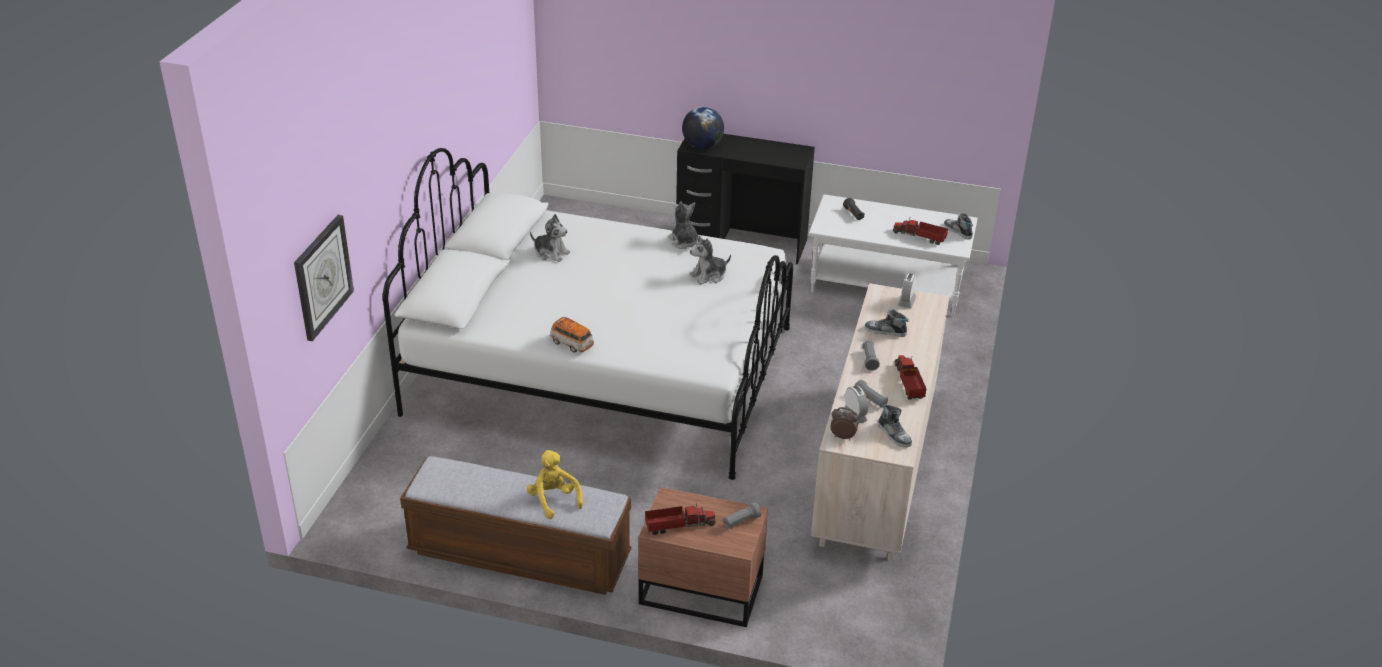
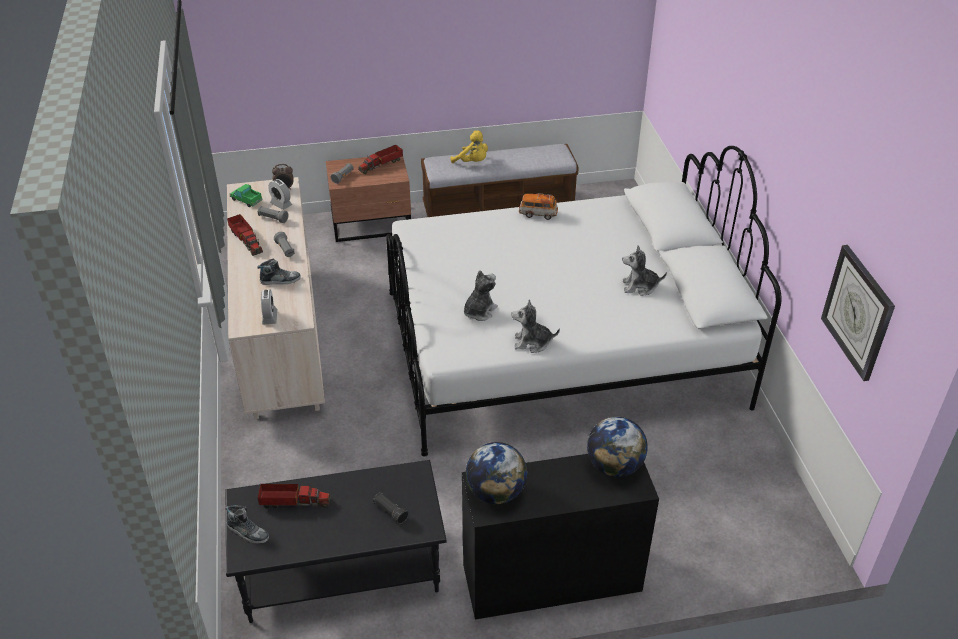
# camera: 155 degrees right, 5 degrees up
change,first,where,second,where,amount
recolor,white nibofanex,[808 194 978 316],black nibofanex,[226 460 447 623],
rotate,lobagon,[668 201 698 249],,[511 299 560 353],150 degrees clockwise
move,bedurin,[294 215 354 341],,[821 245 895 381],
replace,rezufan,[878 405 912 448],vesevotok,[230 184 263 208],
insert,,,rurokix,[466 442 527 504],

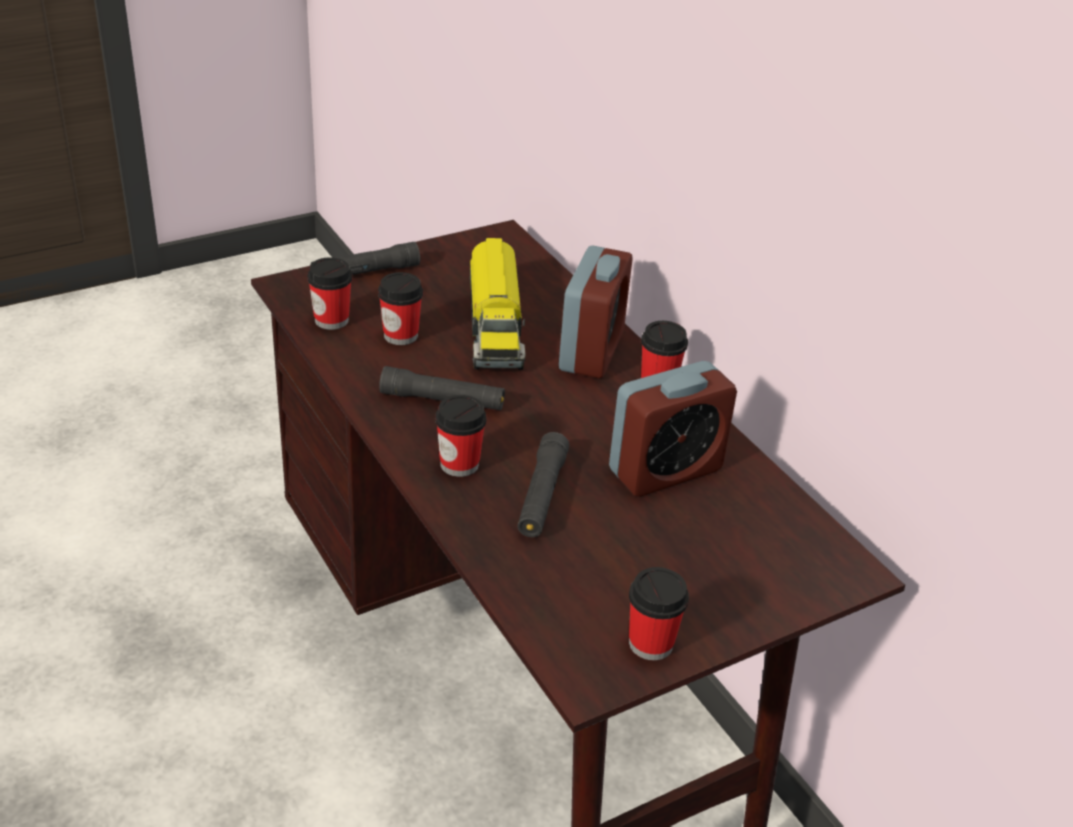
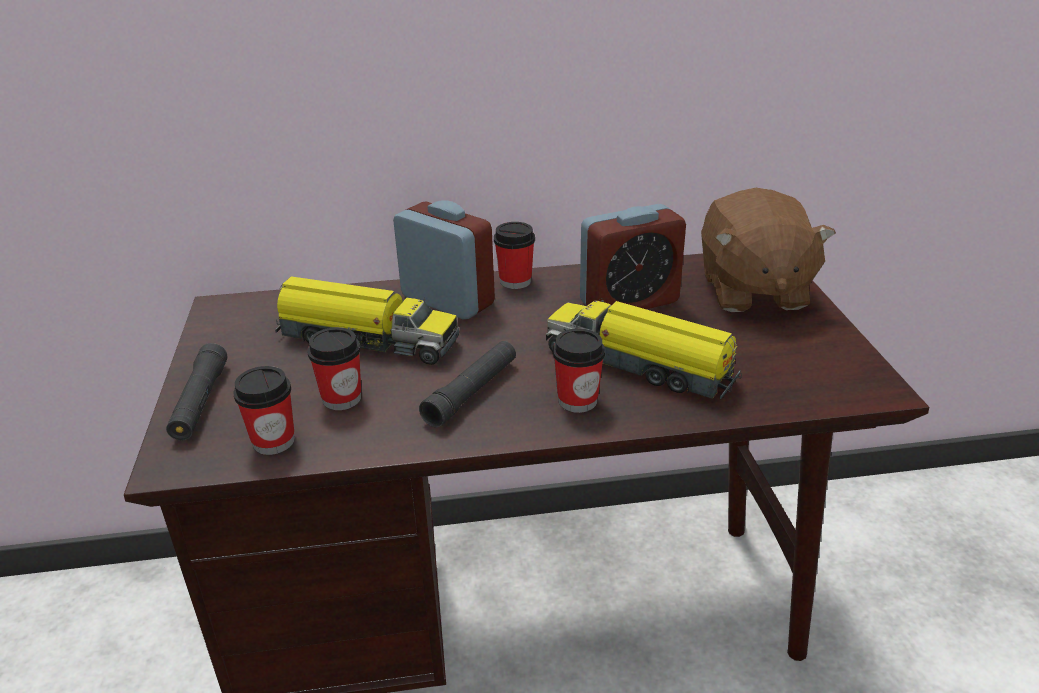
# camera: 65 degrees left, 5 degrees down
change,first,where,second,where,amount
rotate,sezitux,[609 361 737 496],,[580 204 686 309],75 degrees clockwise
replace,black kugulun,[517 432 569 537],vesevotok,[546 298 742 399],
delete,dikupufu,[629 567 689 660],,,
insert,,,brown lobagon,[701 188 836 312],

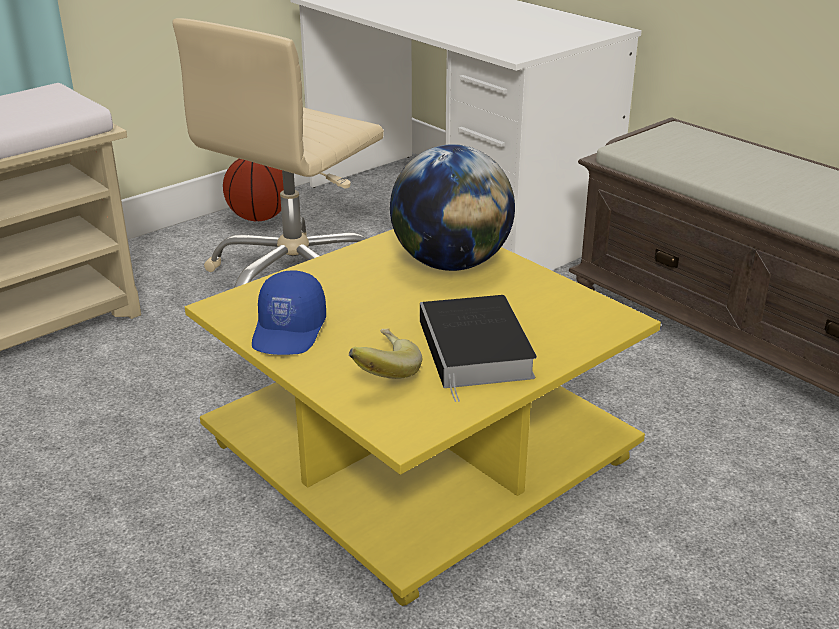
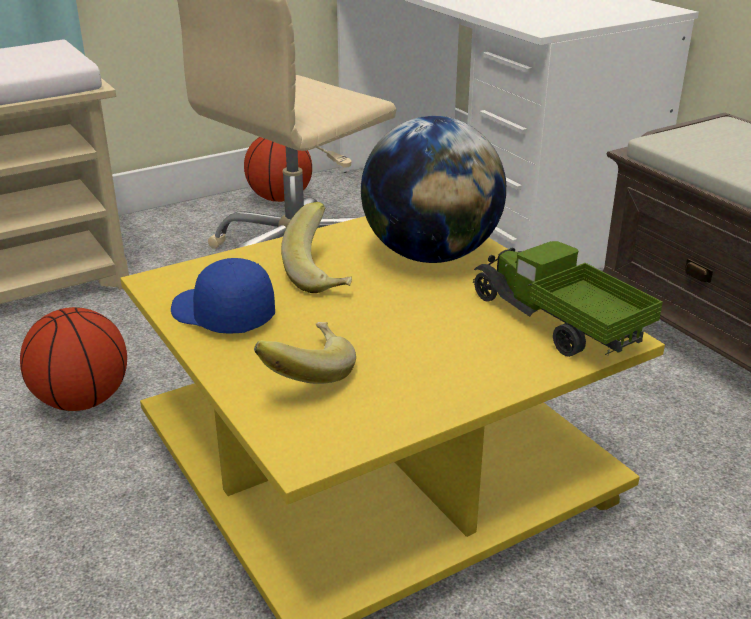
# camera: 10 degrees right, 0 degrees up
change,first,where,second,where,amount
rotate,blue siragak,[252 270 326 355],,[171 258 275 334],105 degrees clockwise
delete,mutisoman,[420 295 537 402],,,
insert,,,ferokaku,[281 202 352 293],
insert,,,vesevotok,[473 241 663 357],
insert,,,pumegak,[20 307 127 411],

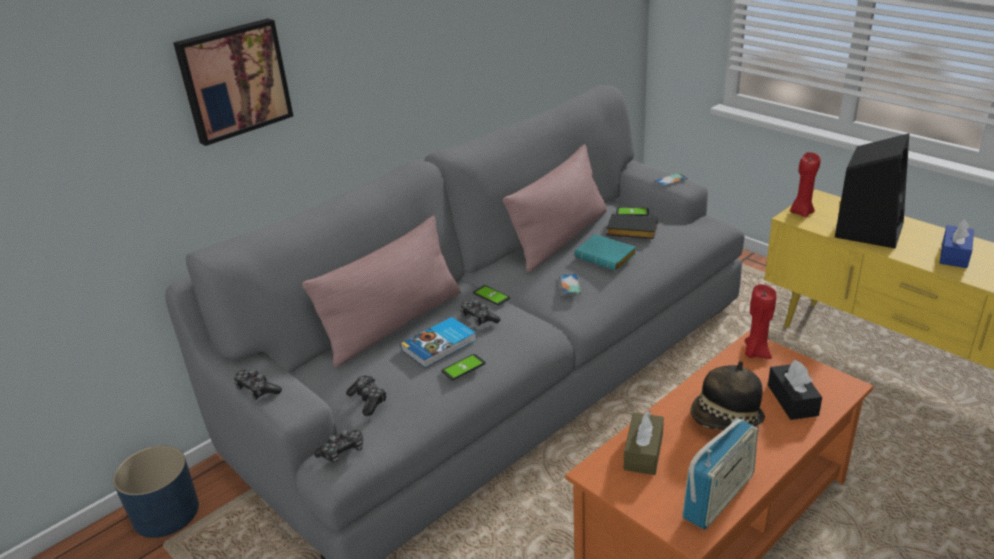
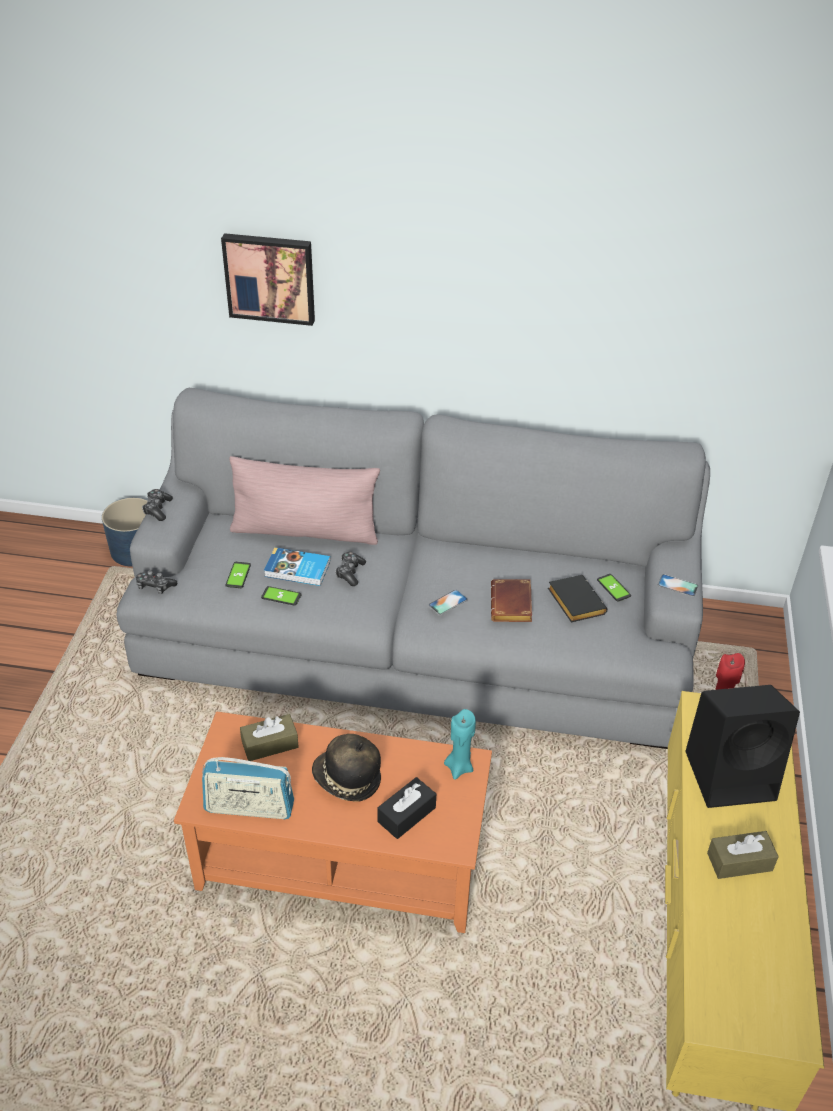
# camera: 50 degrees right, 10 degrees up
change,first,where,second,where,amount
delete,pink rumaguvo,[503 144 607 272],,,
recolor,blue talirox,[939 219 974 268],brown talirox,[707 831 779 879],
recolor,turquoise mutisoman,[575 234 636 271],brown mutisoman,[491 579 532 622],
recolor,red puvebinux,[745 284 776 359],turquoise puvebinux,[444 709 476 780],
move,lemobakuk,[473 285 510 306],,[225 562 251 588],
delete,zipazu,[346 375 386 416],,,

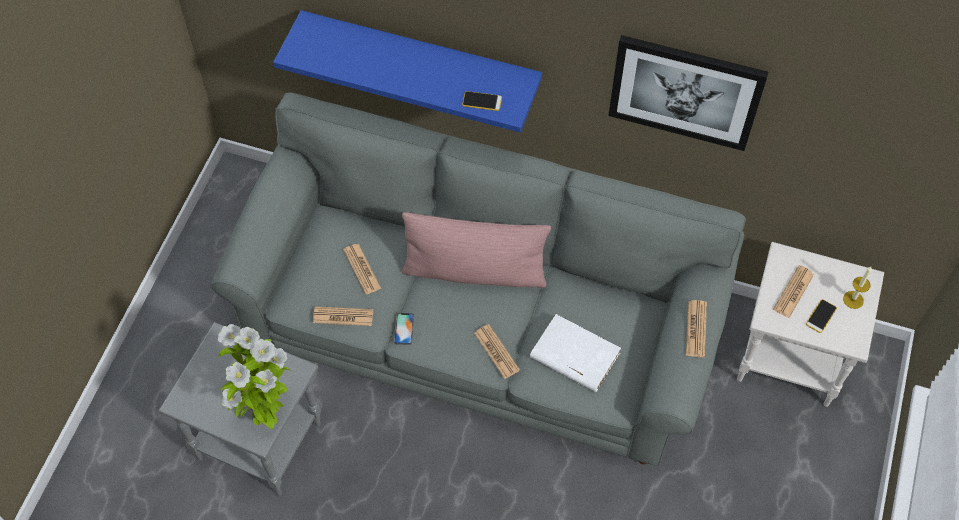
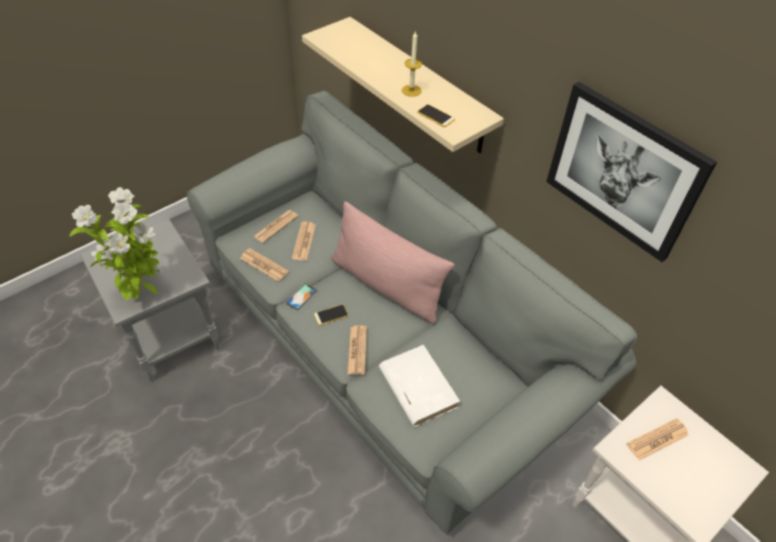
# camera: 30 degrees right, 10 degrees down
change,first,where,second,where,amount
recolor,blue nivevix,[273 10 542 133],beige nivevix,[302 17 504 153],
move,puvebinux,[843 267 872 309],,[402 32 422 97],
move,lemobakuk,[806 299 837 333],,[314 304 349 325],
move,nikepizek,[686 300 707 357],,[253 210 298 243],

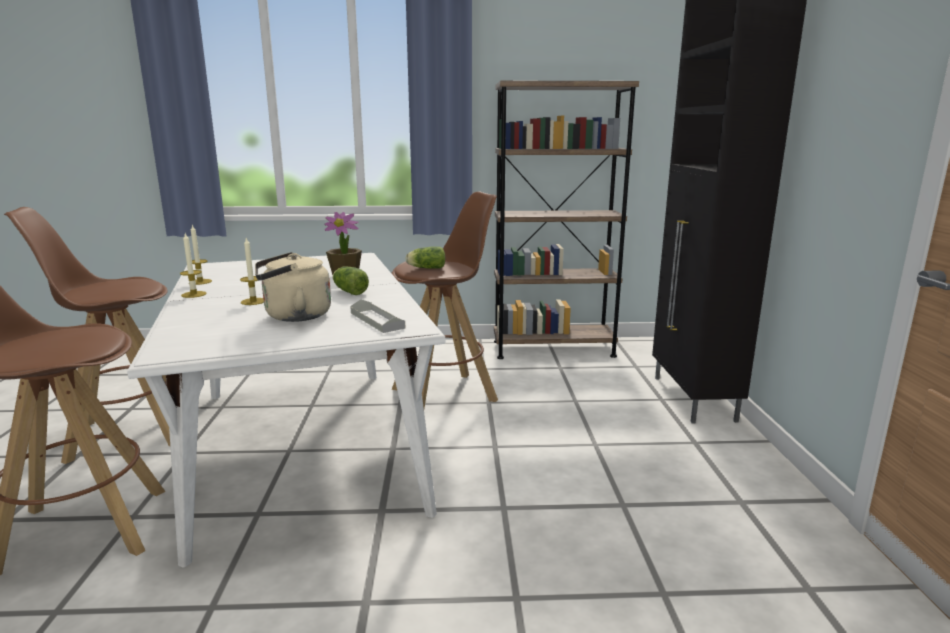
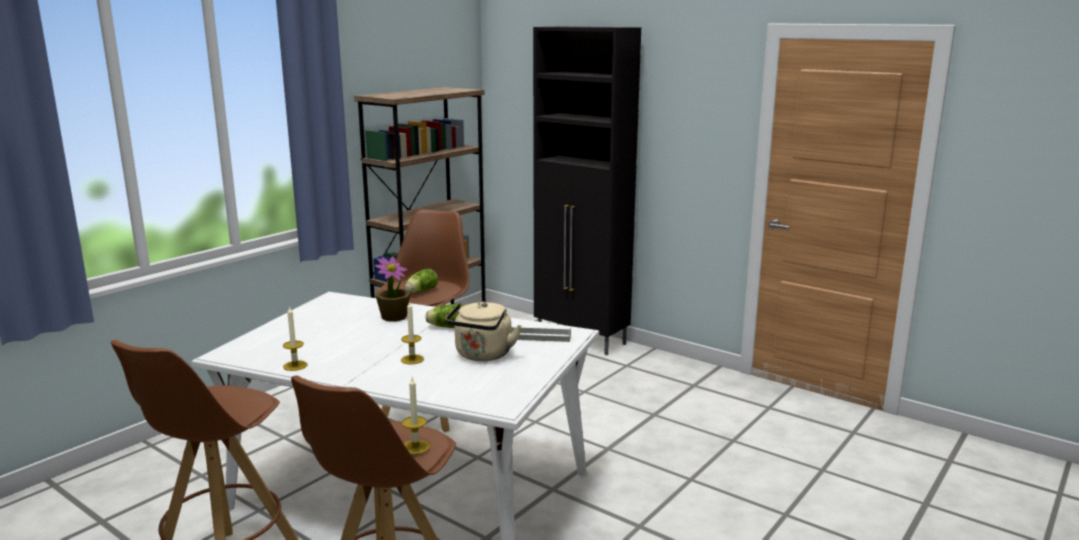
# camera: 50 degrees left, 0 degrees up
change,first,where,second,where,amount
move,puvebinux,[180 233 207 298],,[402 378 430 455],

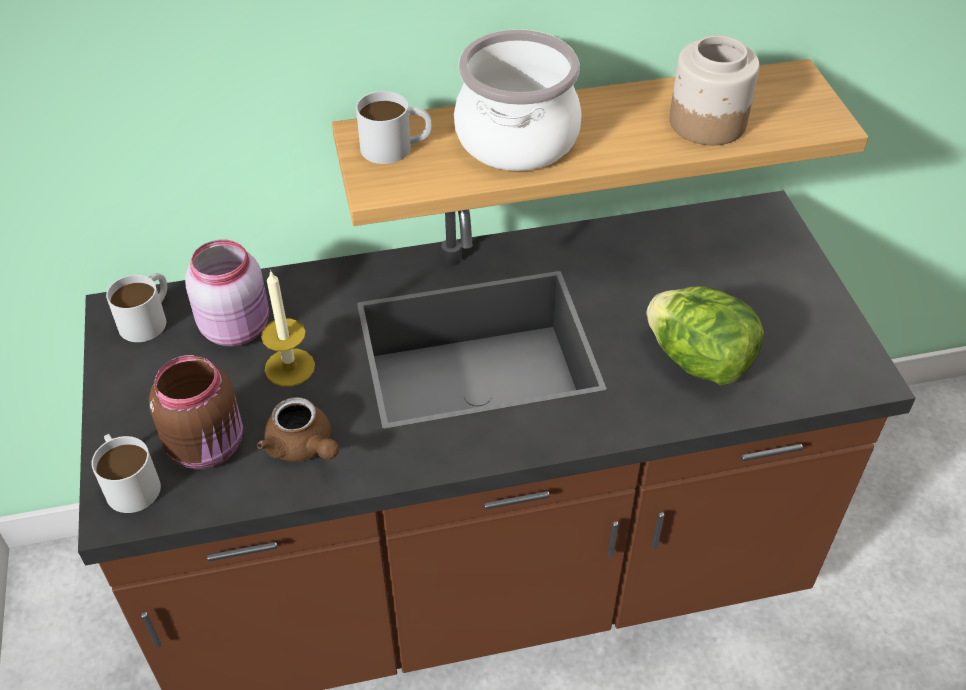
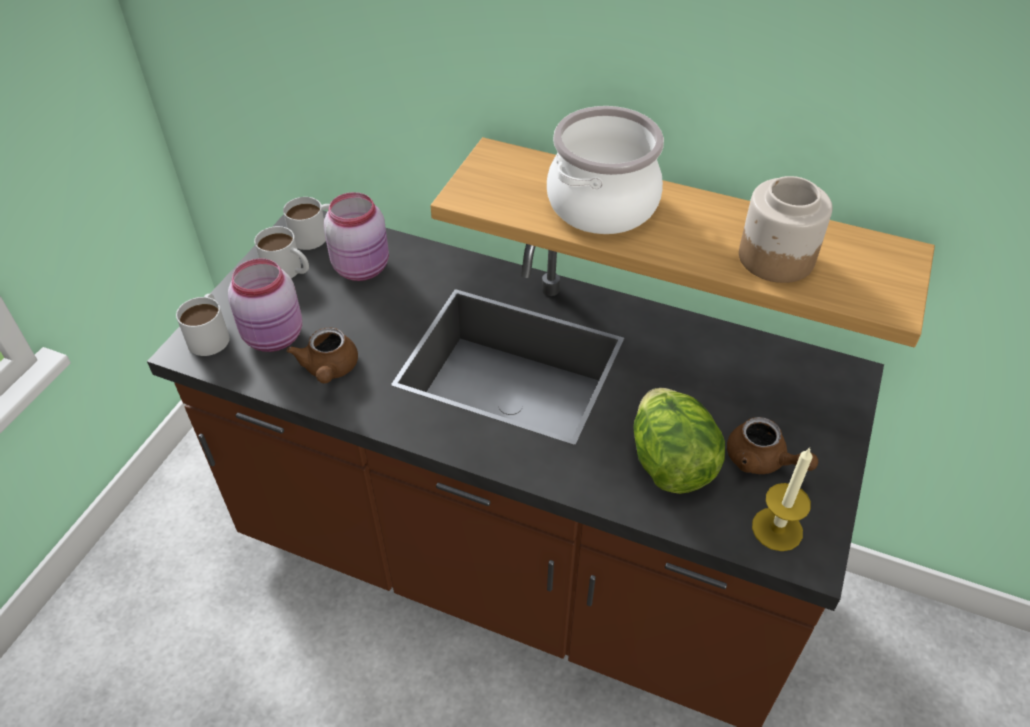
# camera: 35 degrees right, 0 degrees up
change,first,where,second,where,amount
move,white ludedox,[356 91 432 164],,[254 226 309 278],
move,puvebinux,[261 270 315 386],,[752 448 812 551],
recolor,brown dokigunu,[149 355 243 469],pink dokigunu,[228 258 302 352],
insert,,,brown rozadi,[727 417 818 474],

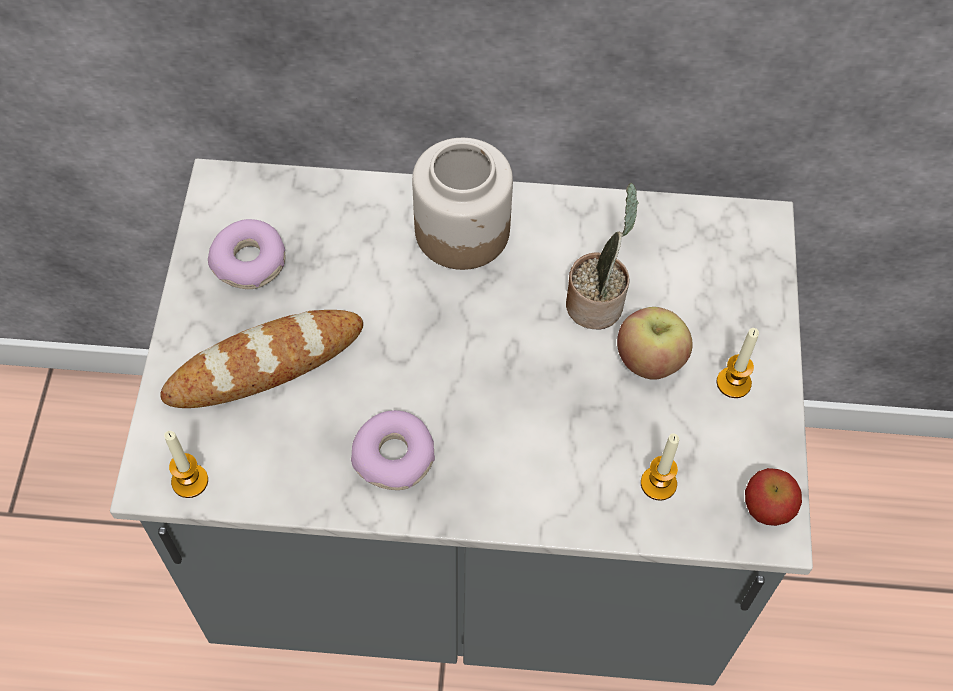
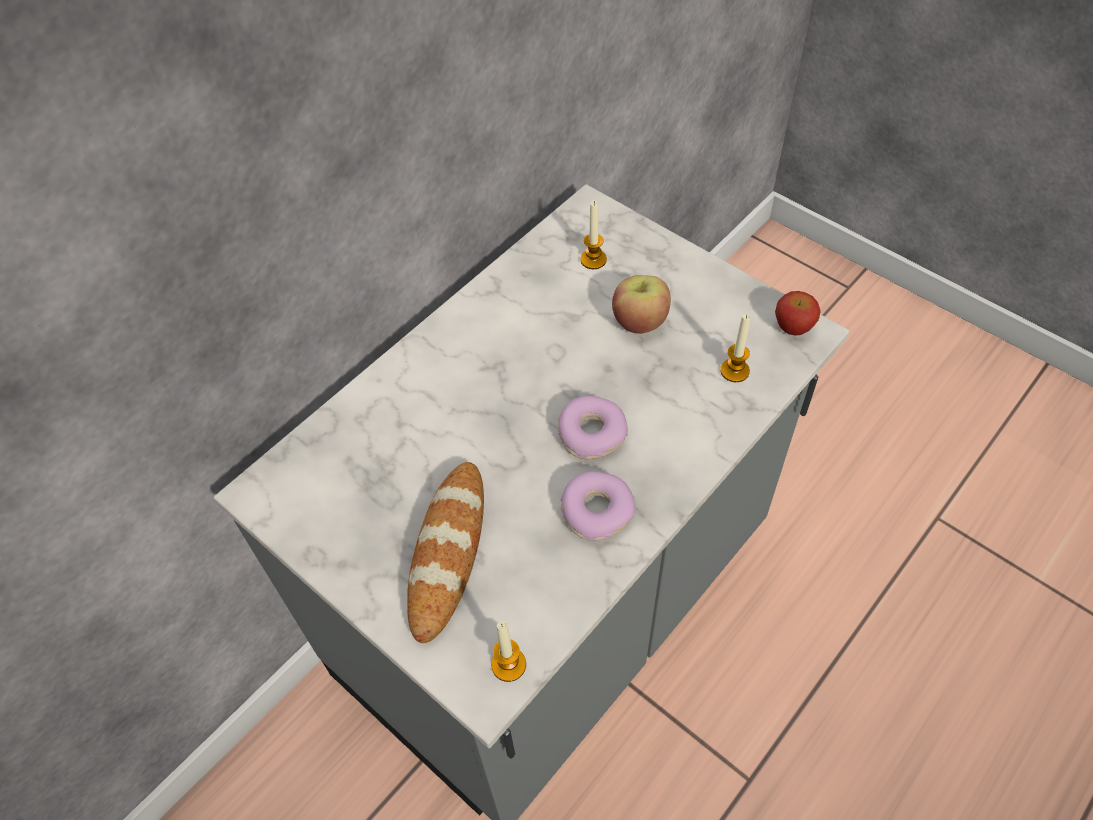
# camera: 50 degrees left, 5 degrees down
change,first,where,second,where,amount
delete,dokigunu,[412 138 513 270],,,
delete,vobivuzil,[566 183 639 330],,,
move,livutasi,[208 219 285 289],,[558 396 628 459],
move,puvebinux,[717 328 759 398],,[580 201 607 269],

